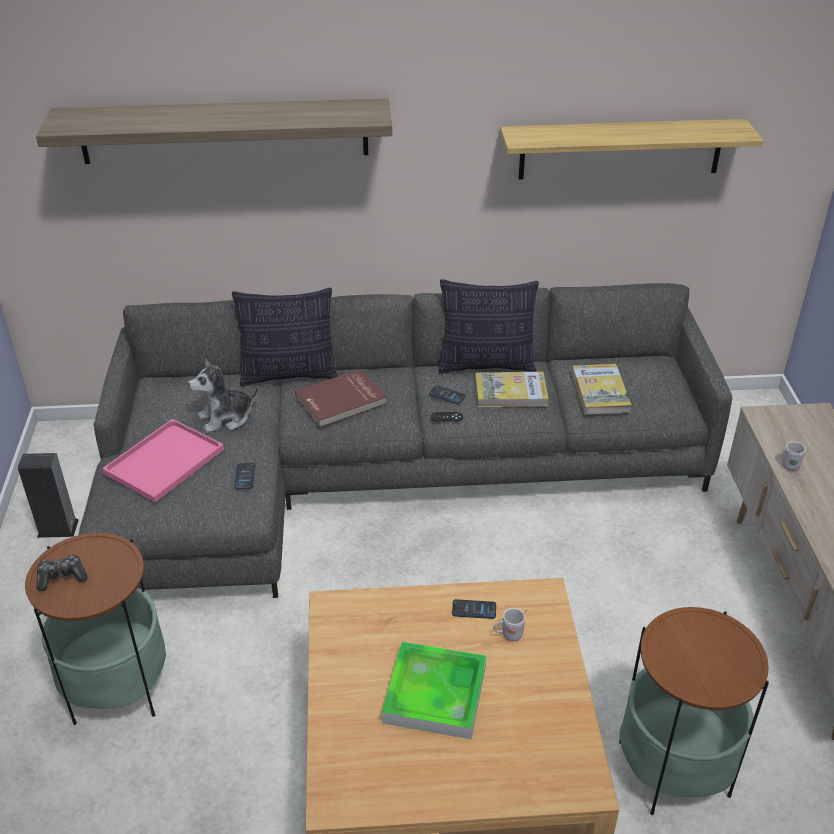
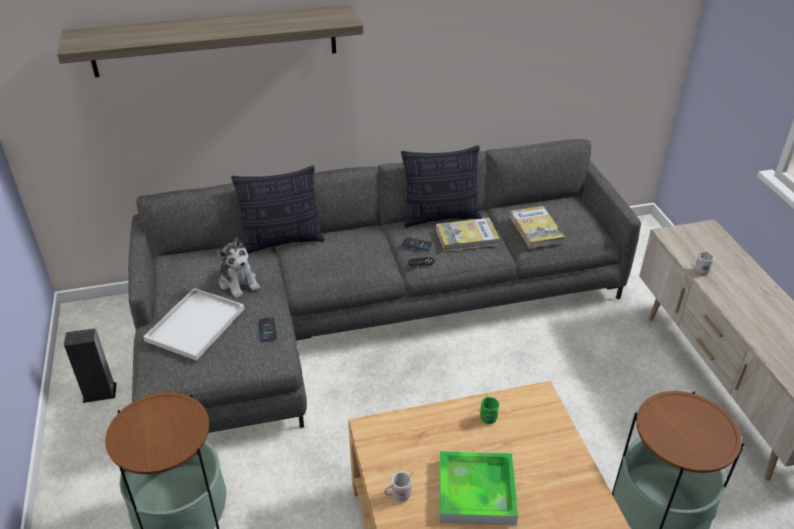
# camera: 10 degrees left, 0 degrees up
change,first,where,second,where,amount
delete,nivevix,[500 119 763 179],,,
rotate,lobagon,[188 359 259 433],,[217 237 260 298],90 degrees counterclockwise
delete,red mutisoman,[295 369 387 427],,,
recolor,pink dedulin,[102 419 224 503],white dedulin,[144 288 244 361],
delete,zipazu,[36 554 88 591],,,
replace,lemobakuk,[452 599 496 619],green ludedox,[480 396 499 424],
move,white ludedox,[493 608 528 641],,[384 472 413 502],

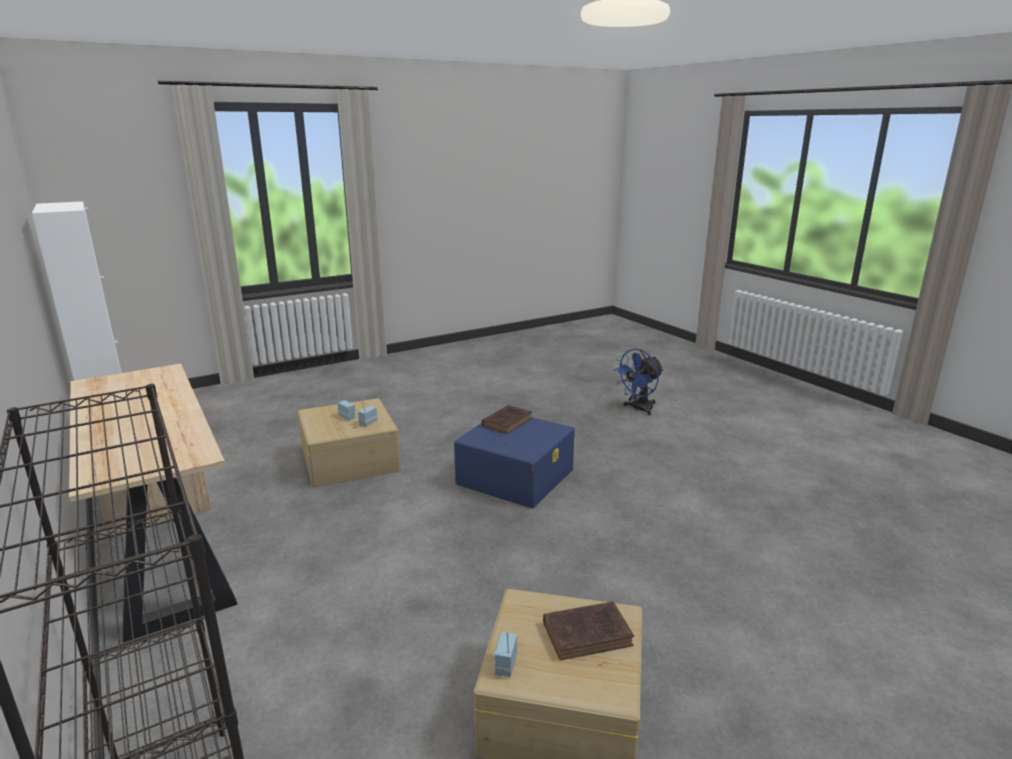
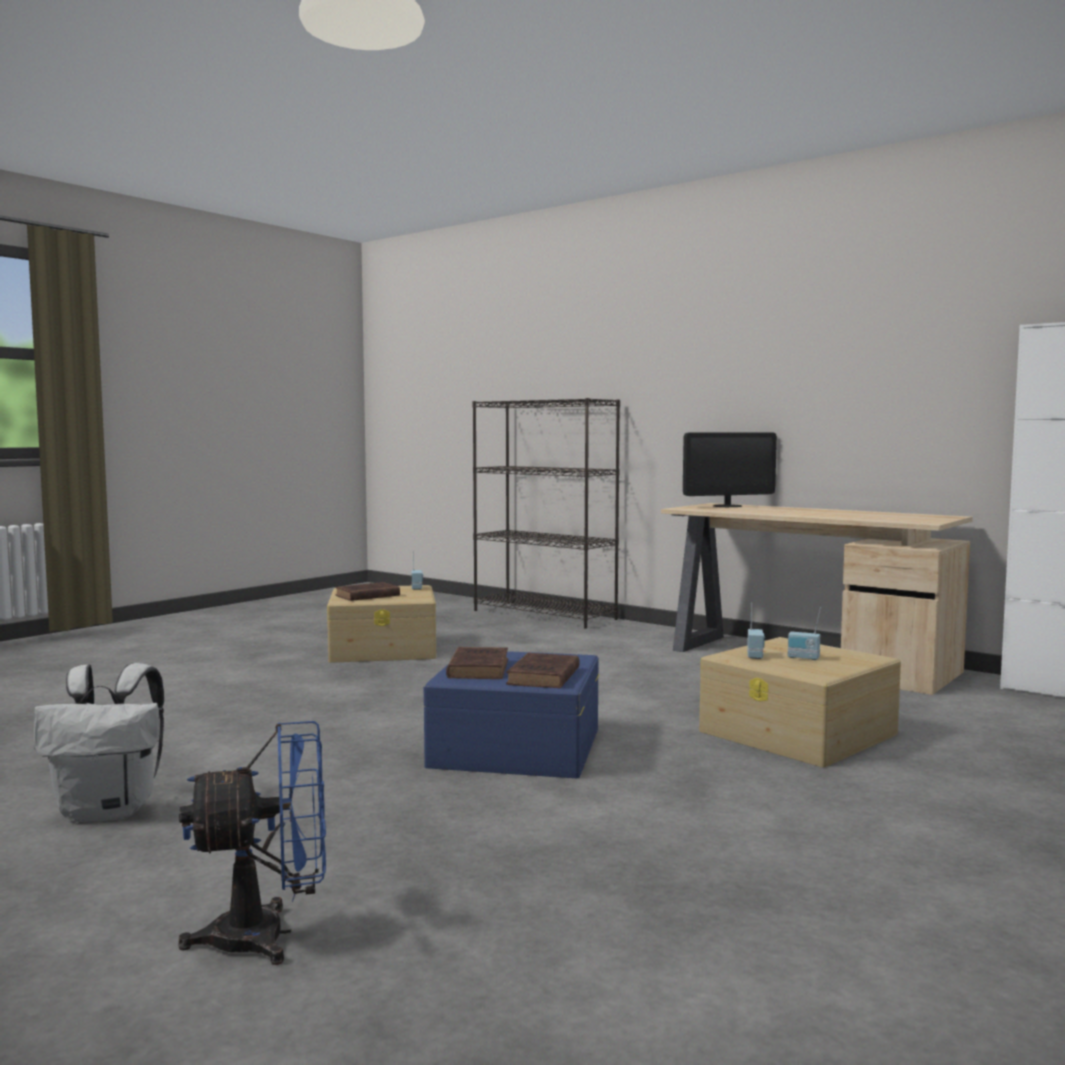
# camera: 160 degrees right, 15 degrees down
change,first,where,second,where,amount
rotate,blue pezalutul,[613 349 664 415],,[178 721 326 965],45 degrees clockwise
insert,,,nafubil,[683 432 777 507],
insert,,,brown mutisoman,[446 647 508 679],
insert,,,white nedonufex,[34 663 164 822],

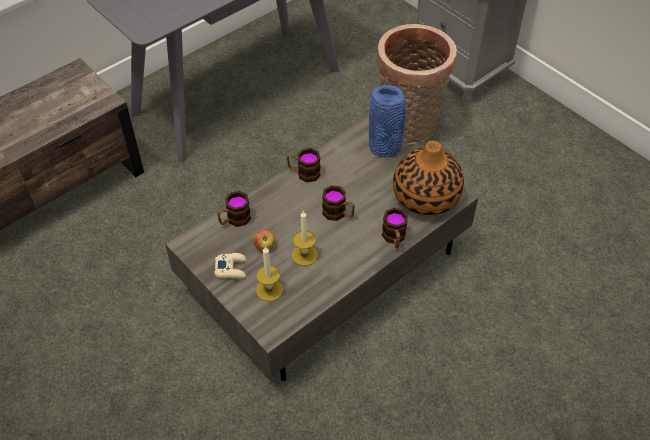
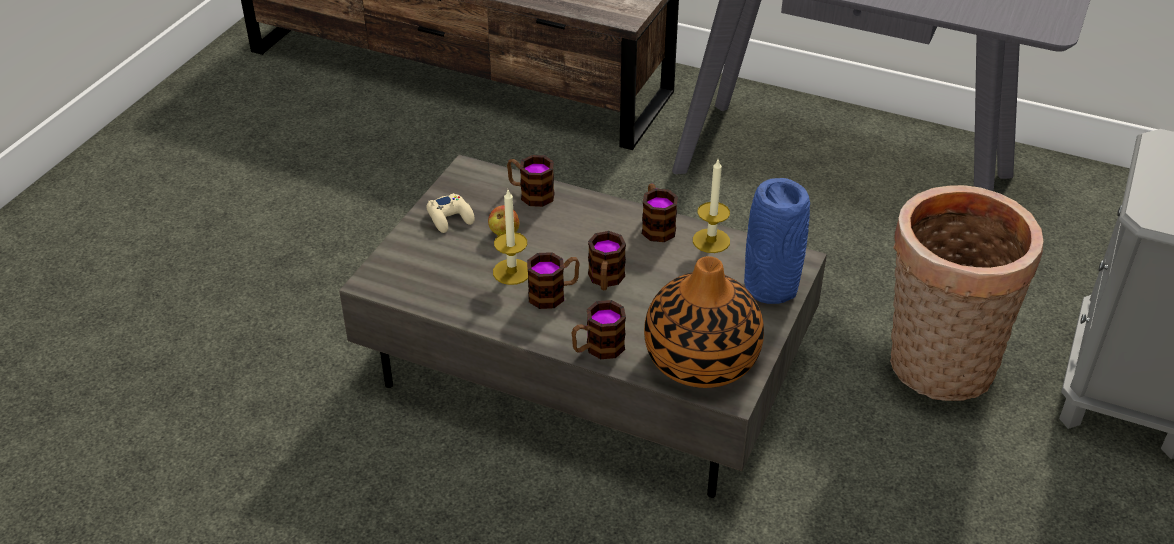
# camera: 65 degrees right, 10 degrees down
change,first,where,second,where,amount
move,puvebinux,[256 246 283 301],,[693 160 730 253],
insert,,,ludedox,[527 252 580 309],

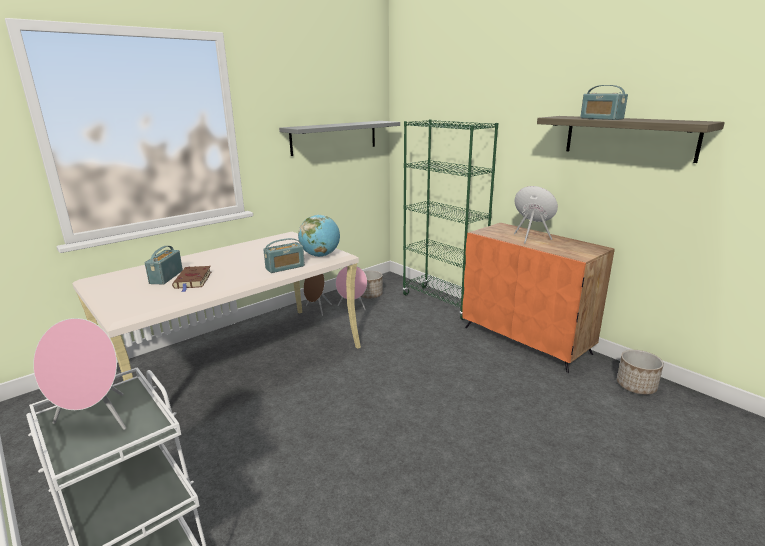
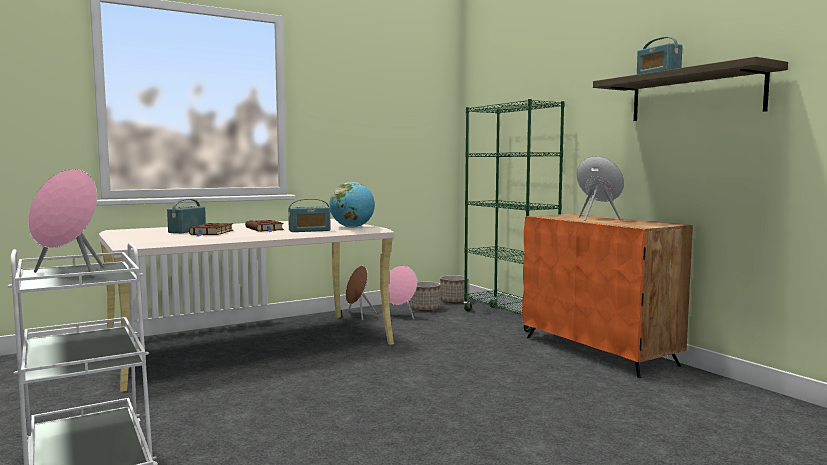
# camera: 10 degrees right, 15 degrees down
change,first,where,second,where,amount
delete,grey nivevix,[279 121 400 156],,,
move,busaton,[617 350 664 395],,[440 275 469 303],
insert,,,brown mutisoman,[245 220 284 232],

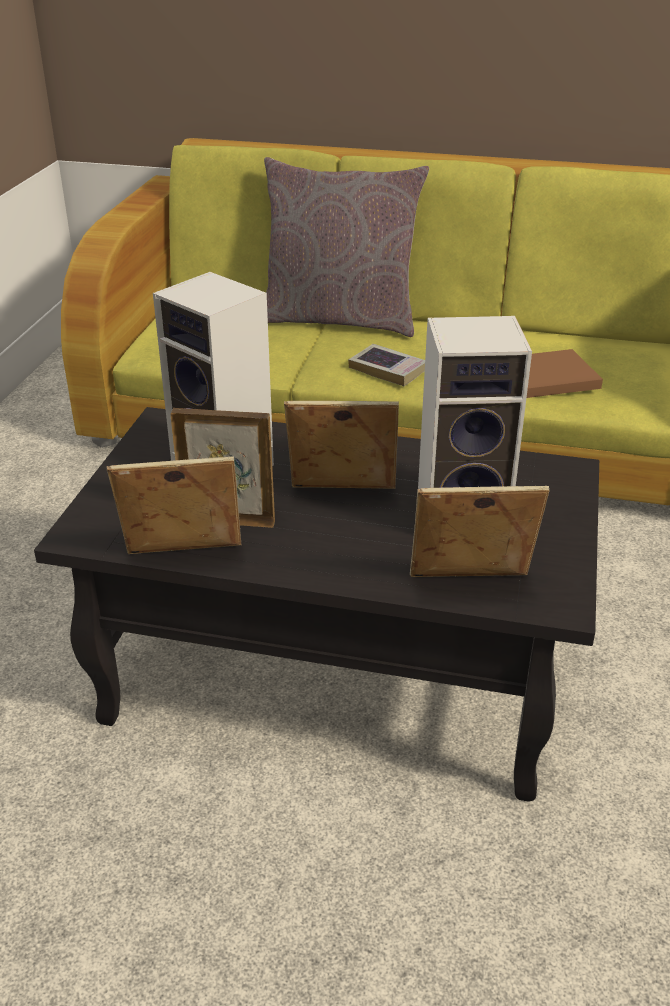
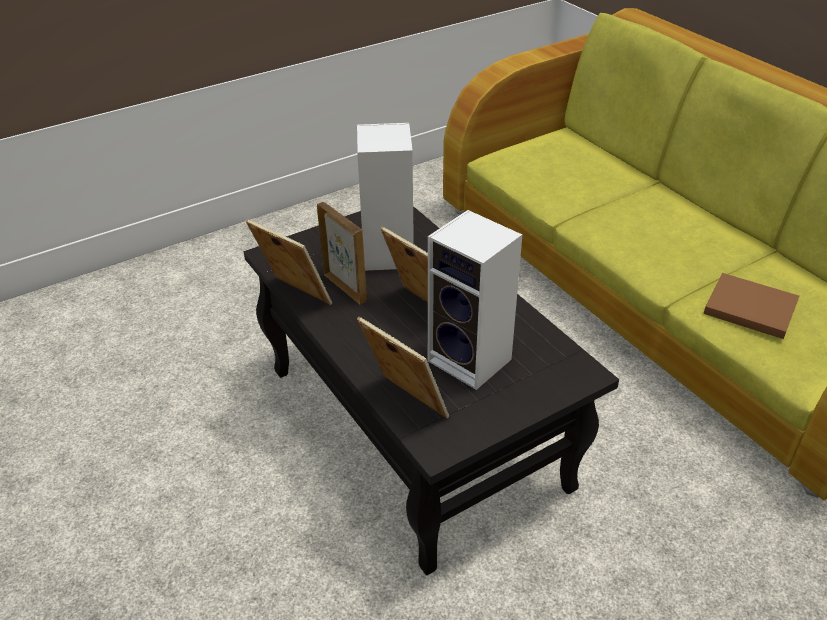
# camera: 45 degrees right, 5 degrees up
change,first,where,second,where,amount
delete,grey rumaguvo,[264 157 429 337],,,
delete,mutisoman,[348 344 425 386],,,

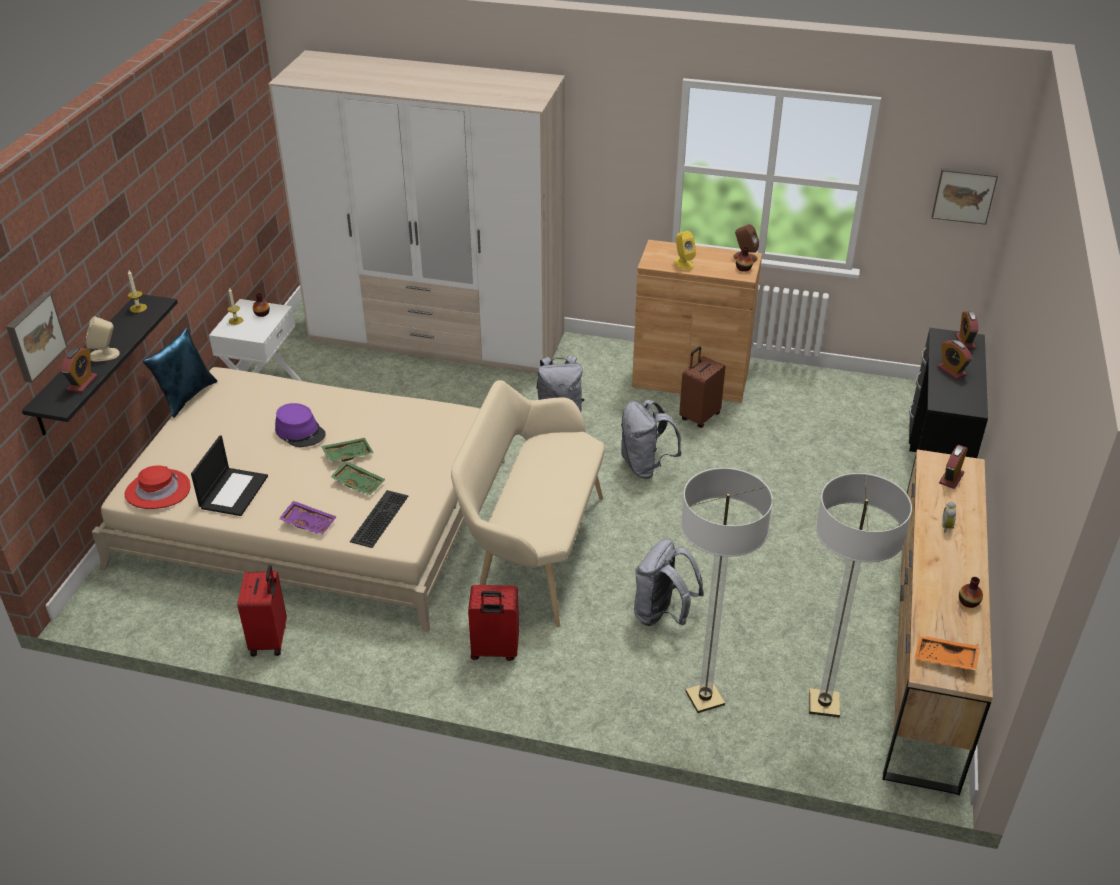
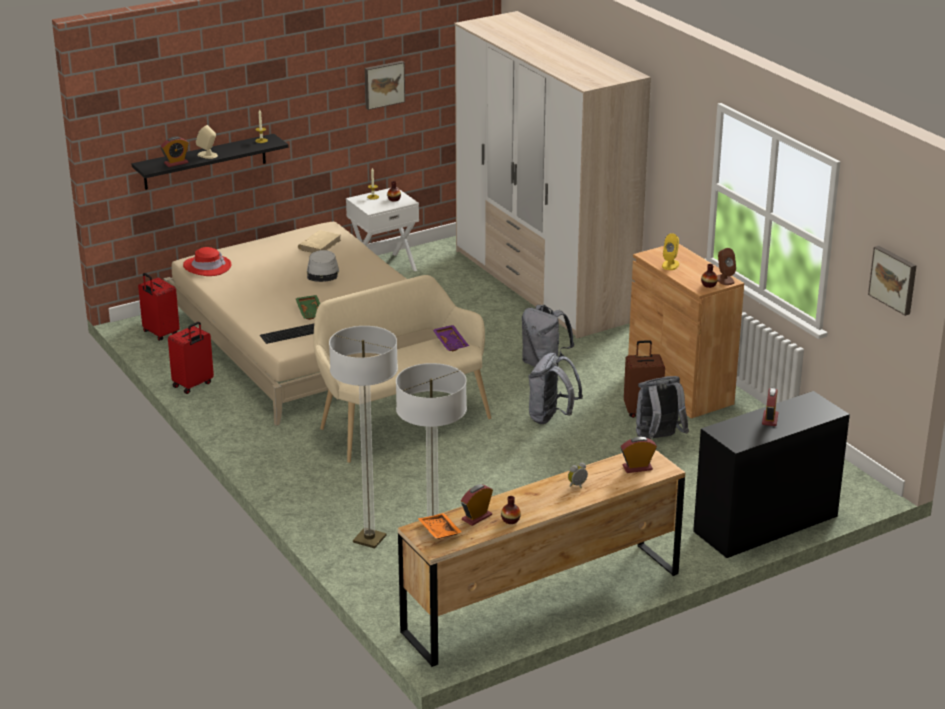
# camera: 45 degrees right, 10 degrees down
change,first,where,second,where,amount
move,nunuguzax,[6 292 68 383],,[365 61 405 110],
move,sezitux,[955 311 978 349],,[461 484 493 526],
delete,blue rumaguvo,[143 327 217 418],,,
recolor,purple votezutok,[275 403 326 447],grey votezutok,[307 250 339 282],
delete,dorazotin,[191 435 268 516],,,
delete,green dedulin,[321 438 374 462],,,
move,purple dedulin,[279 501 337 535],,[433 325 469 351],
move,grey nedonufex,[634 539 704 626],,[636 376 689 439],
move,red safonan,[468 585 519 661],,[138 273 180 341],
insert,,,beige mutisoman,[298 230 341 253],

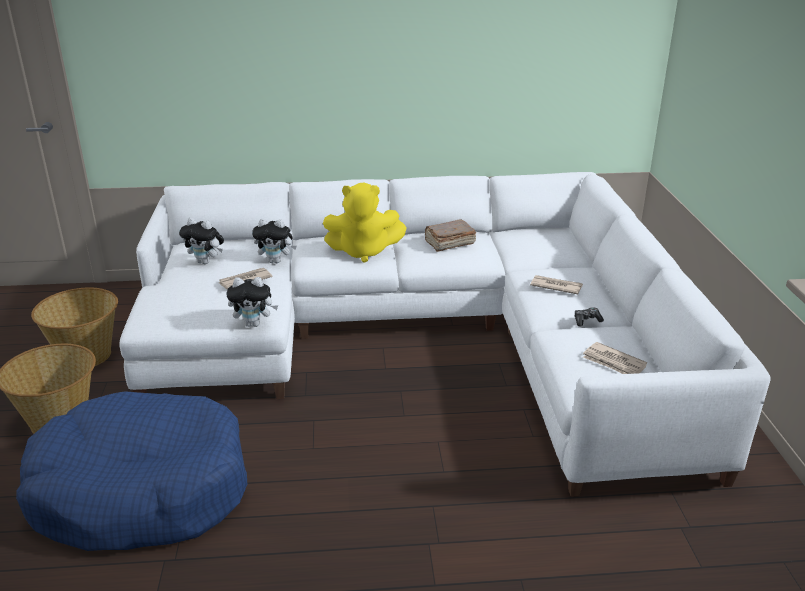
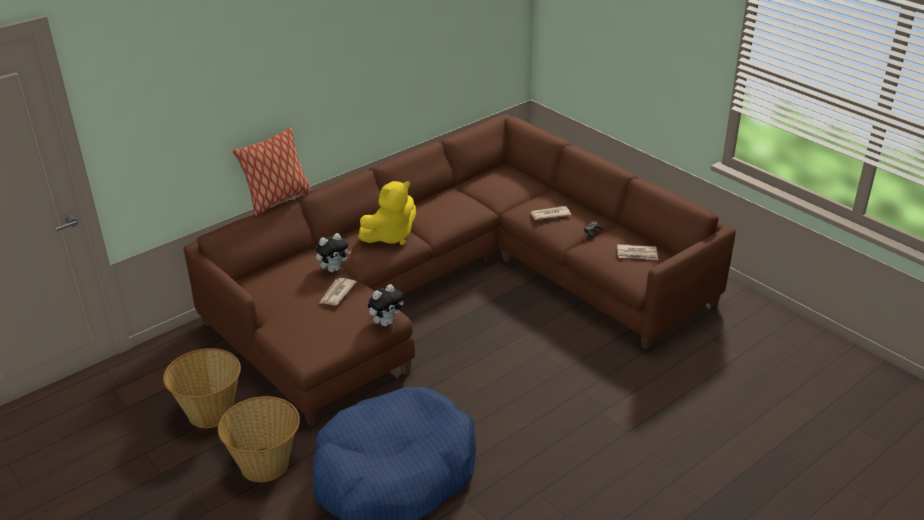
# camera: 35 degrees left, 5 degrees up
change,first,where,second,where,amount
recolor,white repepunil,[119 172 771 496],brown repepunil,[184 114 736 426],
delete,lobagon,[179 218 224 264],,,
delete,brown mutisoman,[424 219 476 252],,,
insert,,,rumaguvo,[232 127 312 216],

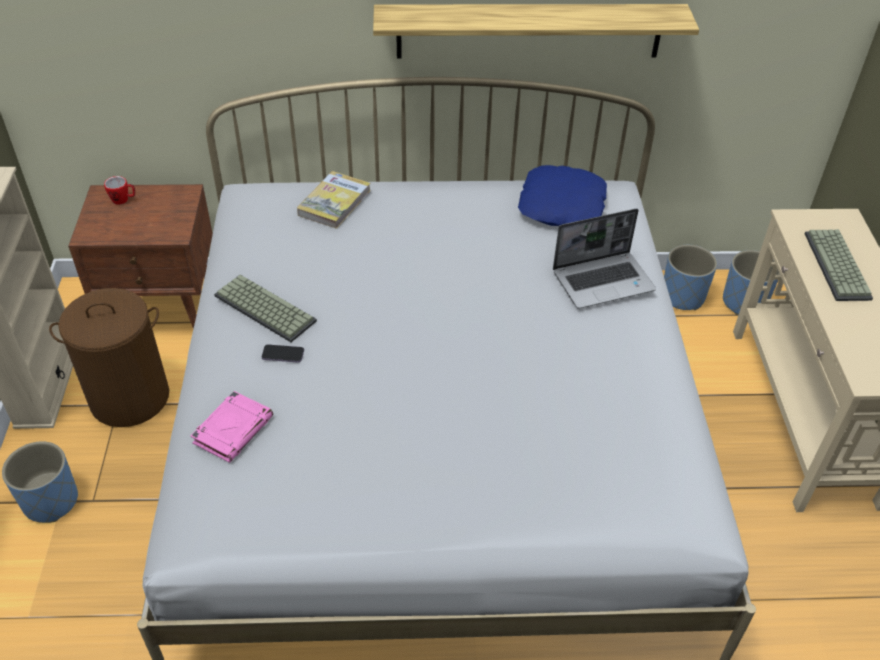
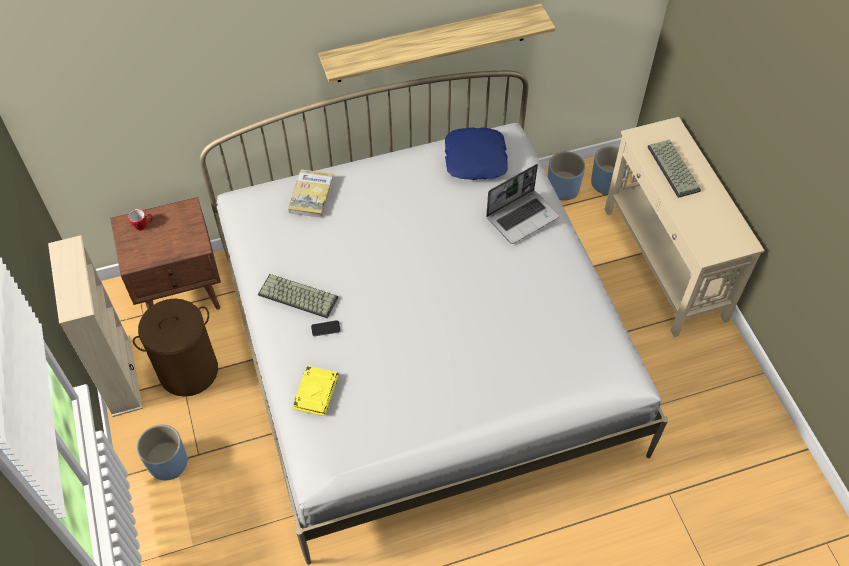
# camera: 15 degrees left, 10 degrees up
change,first,where,second,where,amount
recolor,pink mutisoman,[191 391 273 463],yellow mutisoman,[293 366 339 416],

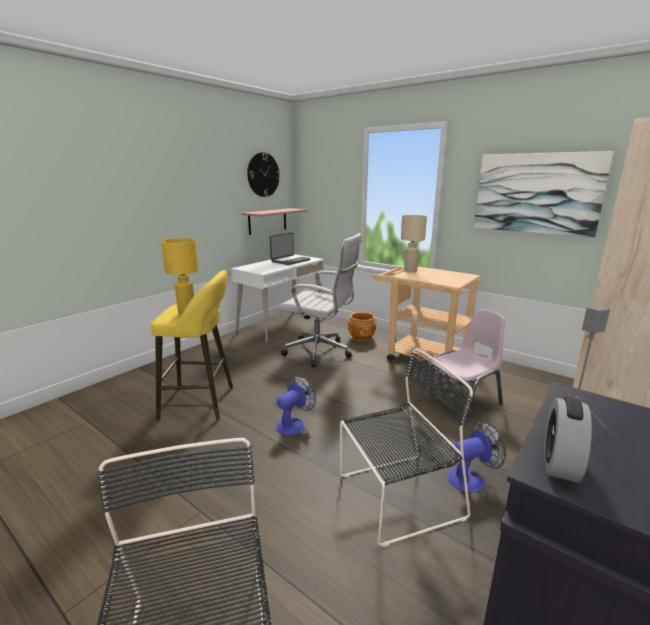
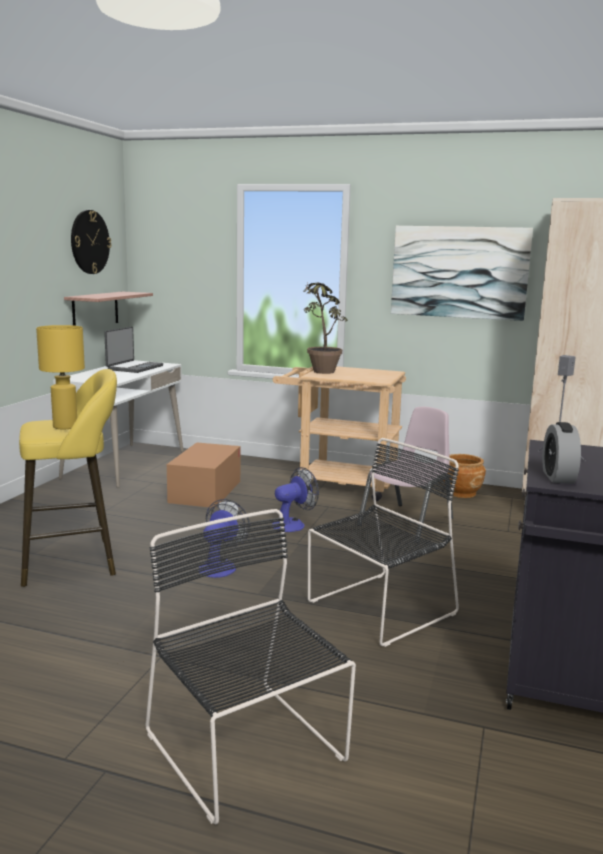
# camera: 20 degrees left, 5 degrees down
change,first,where,second,where,amount
replace,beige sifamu,[401 215 427 273],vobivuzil,[303 283 348 374],
replace,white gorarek,[278 233 362 368],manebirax,[167 442 240 508],
move,brown busaton,[348 312 376 342],,[443 454 486 498],
move,pezalutul,[448 420 506 492],,[273 467 319 532],

